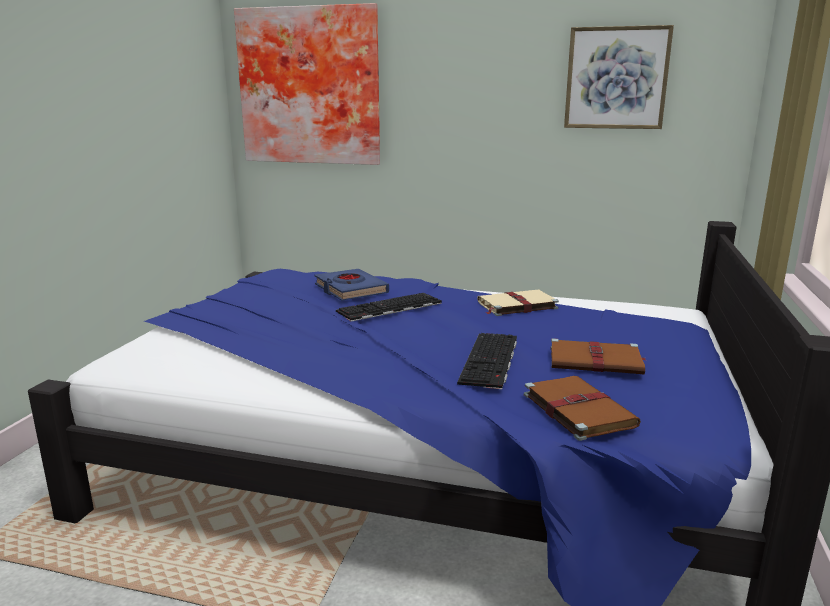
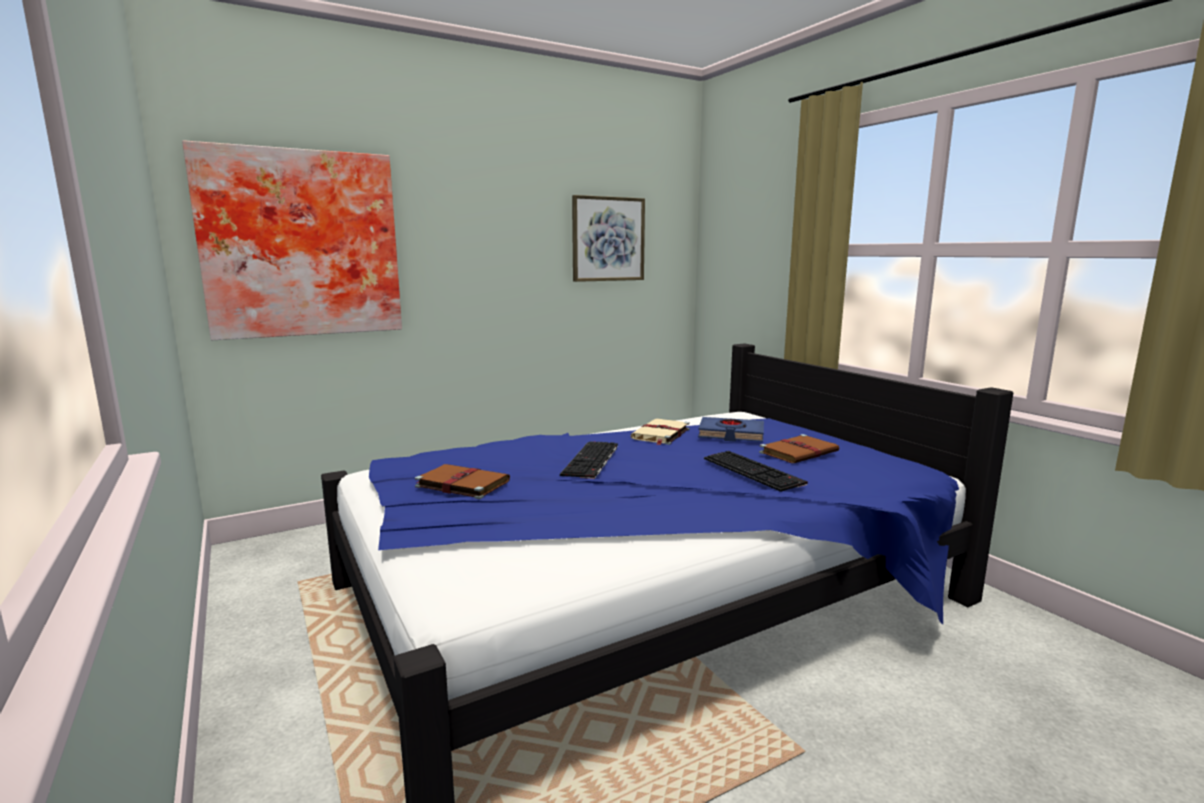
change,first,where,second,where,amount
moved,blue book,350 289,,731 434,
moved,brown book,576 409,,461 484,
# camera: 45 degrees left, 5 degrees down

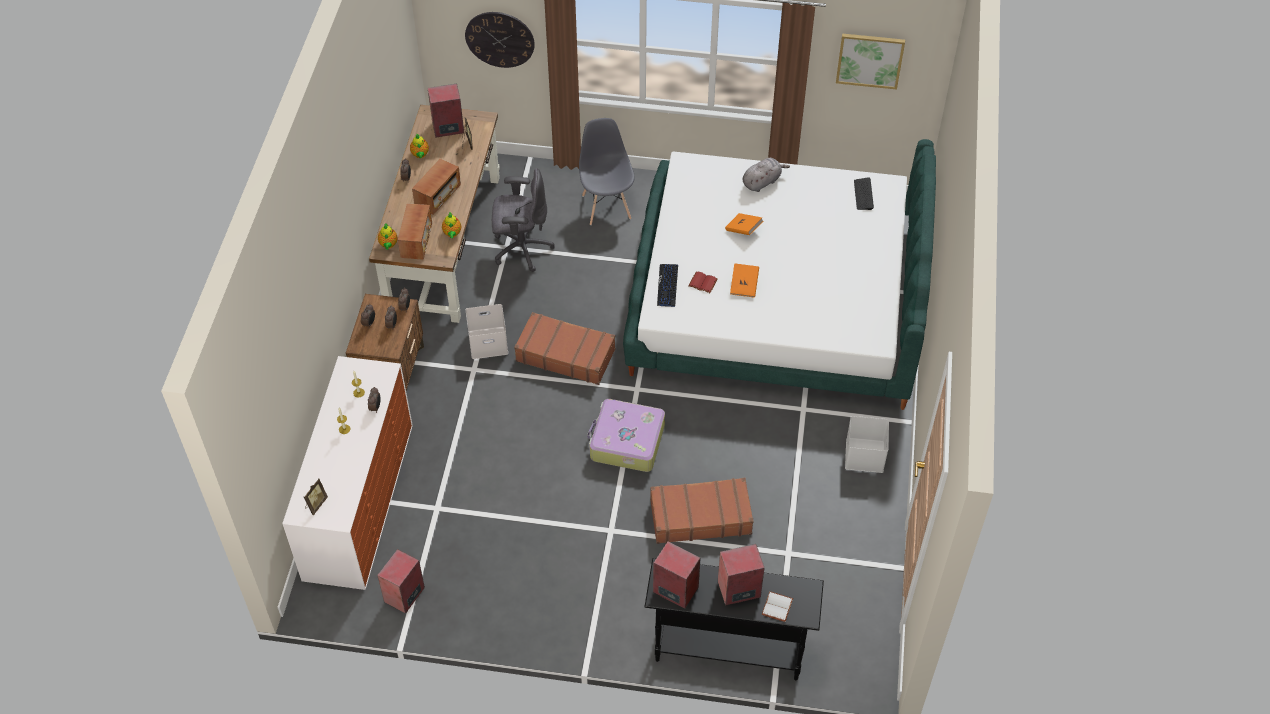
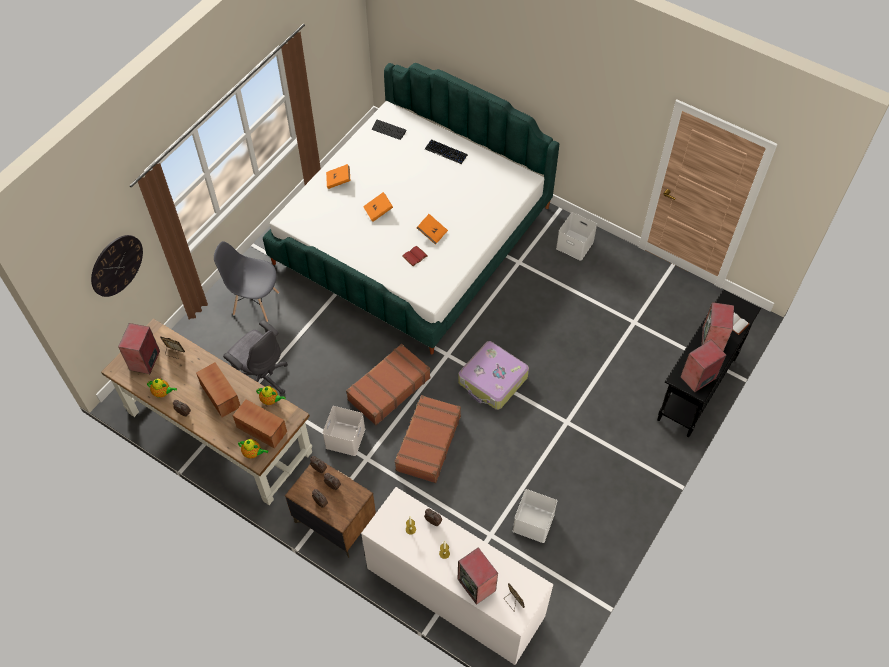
change,first,where,second,where,amount
removed,picture,870 60,,,
replaced,grey plush toy,762 182,orange book,338 181,
turned,grey office chair,521 249,,261 378,105 degrees clockwise
moved,keyboard,667 286,,446 152,
moved,brown suitcase,700 516,,427 443,
moved,speaker,404 595,,477 585,
added,,,white storage box,534 523,
# camera: 65 degrees left, 5 degrees up

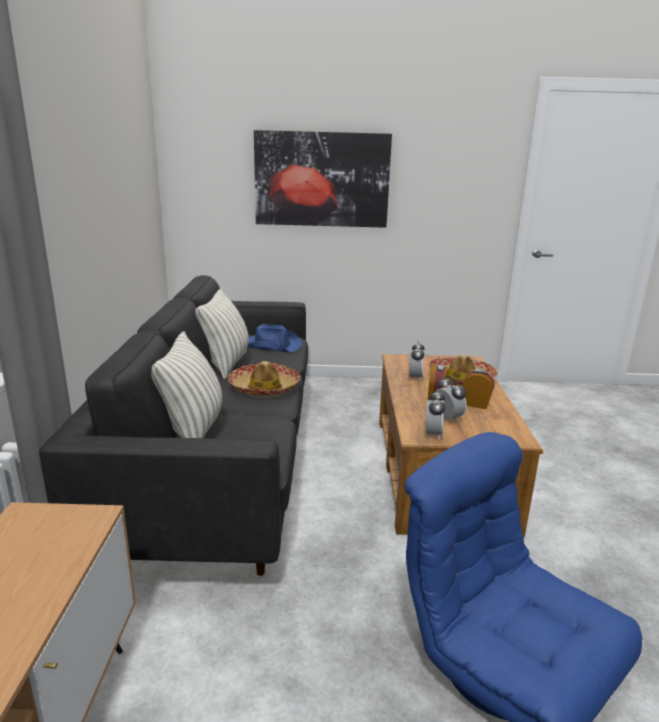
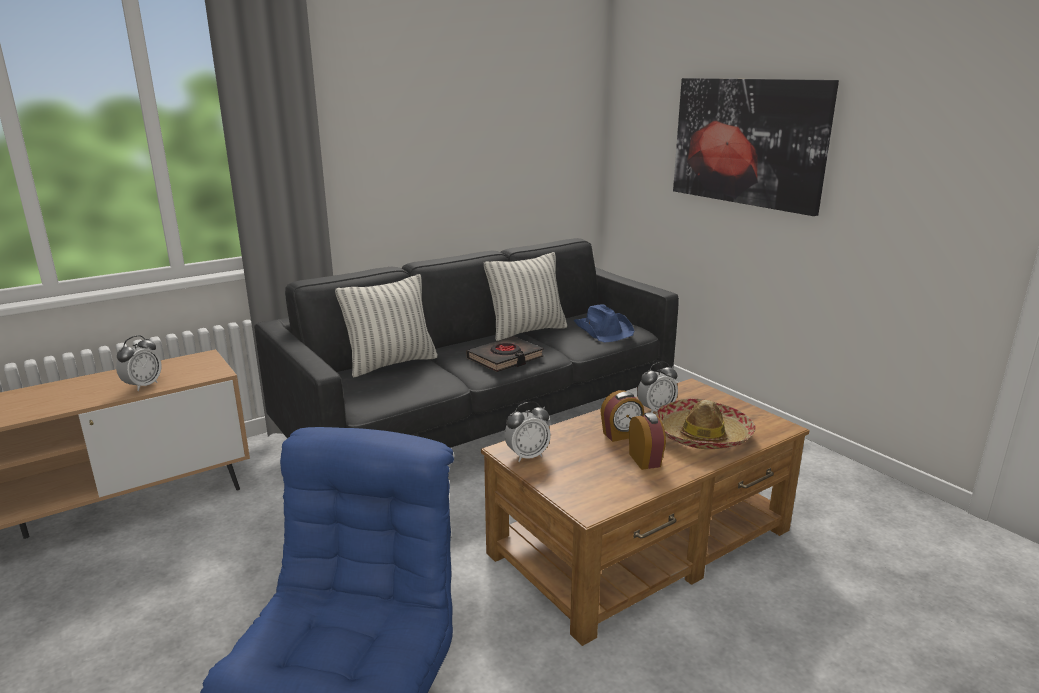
change,first,where,second,where,amount
replaced,hat,264 387,black book,505 358,
moved,alarm clock,447 419,,143 385,
# camera: 55 degrees right, 0 degrees up

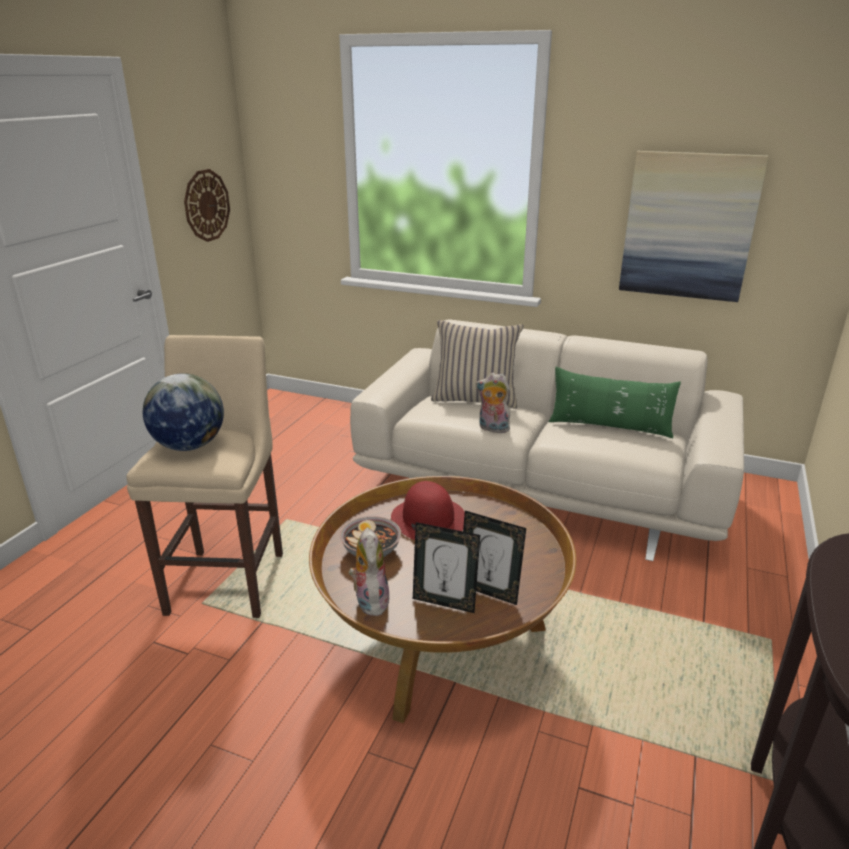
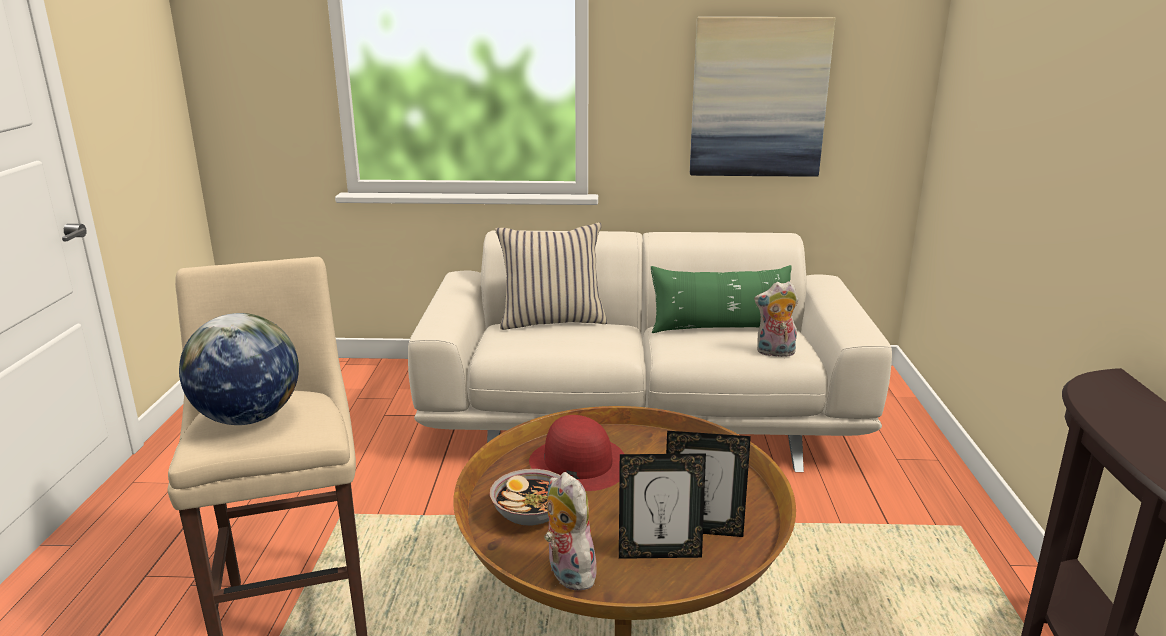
change,first,where,second,where,amount
removed,wall clock,206 205,,,
moved,plush toy,492 429,,774 353,
# camera: 20 degrees left, 5 degrees down

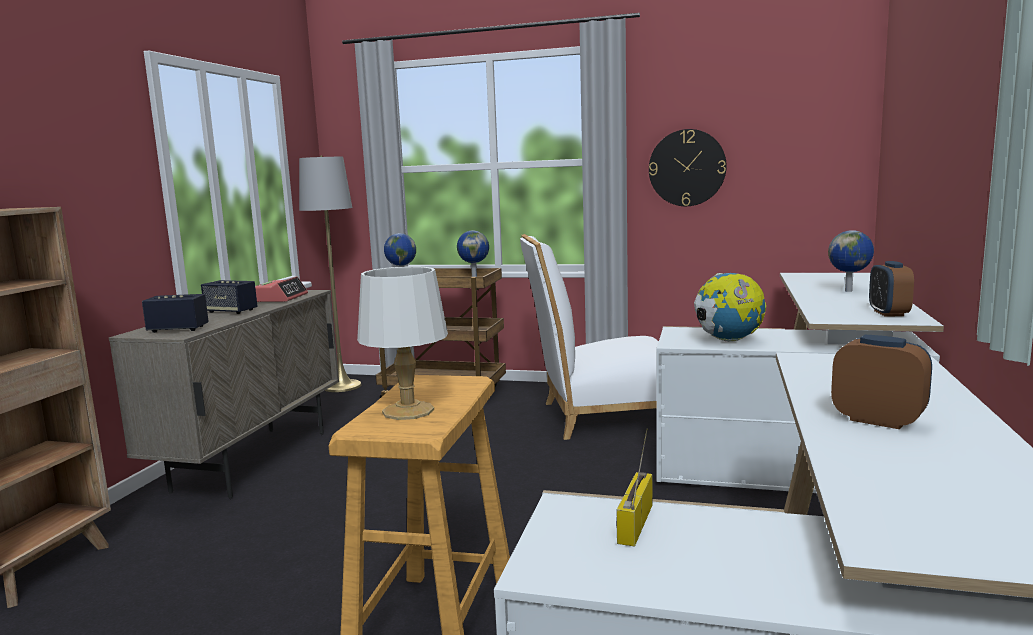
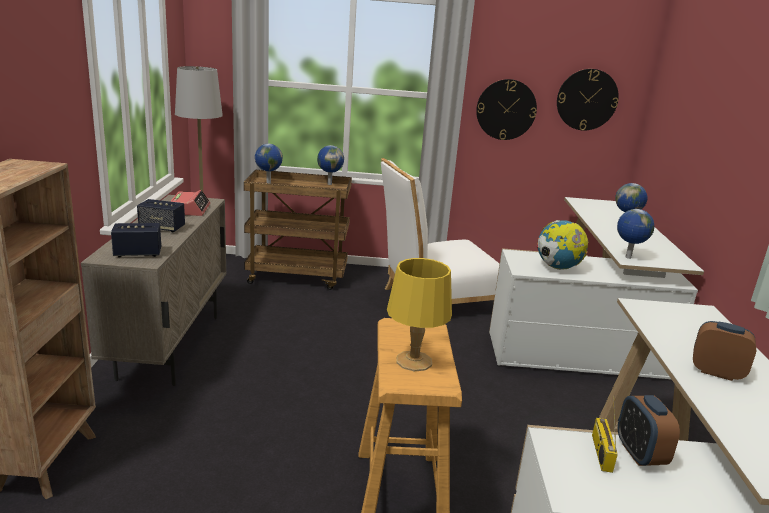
change,first,where,second,where,amount
moved,alarm clock,888 313,,639 454,
recoloured,white table lamp,407 411,yellow table lamp,413 361,
added,,,wall clock,587 99,
added,,,globe,627 257,
# camera: 15 degrees left, 10 degrees up

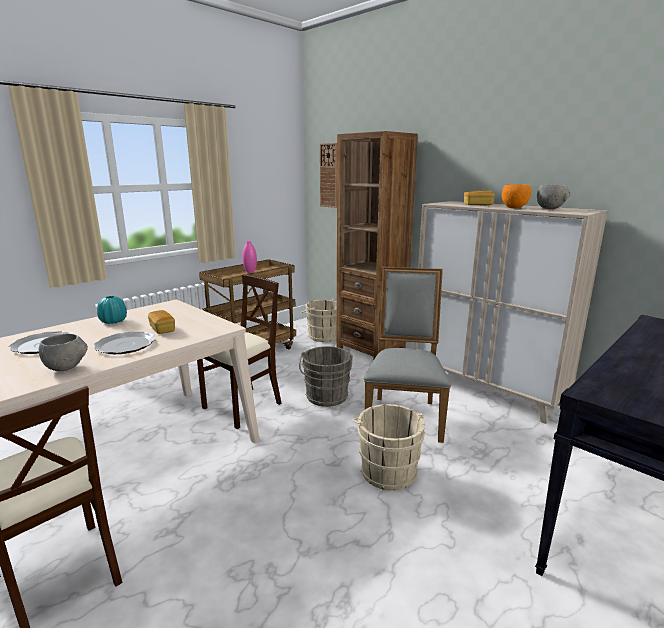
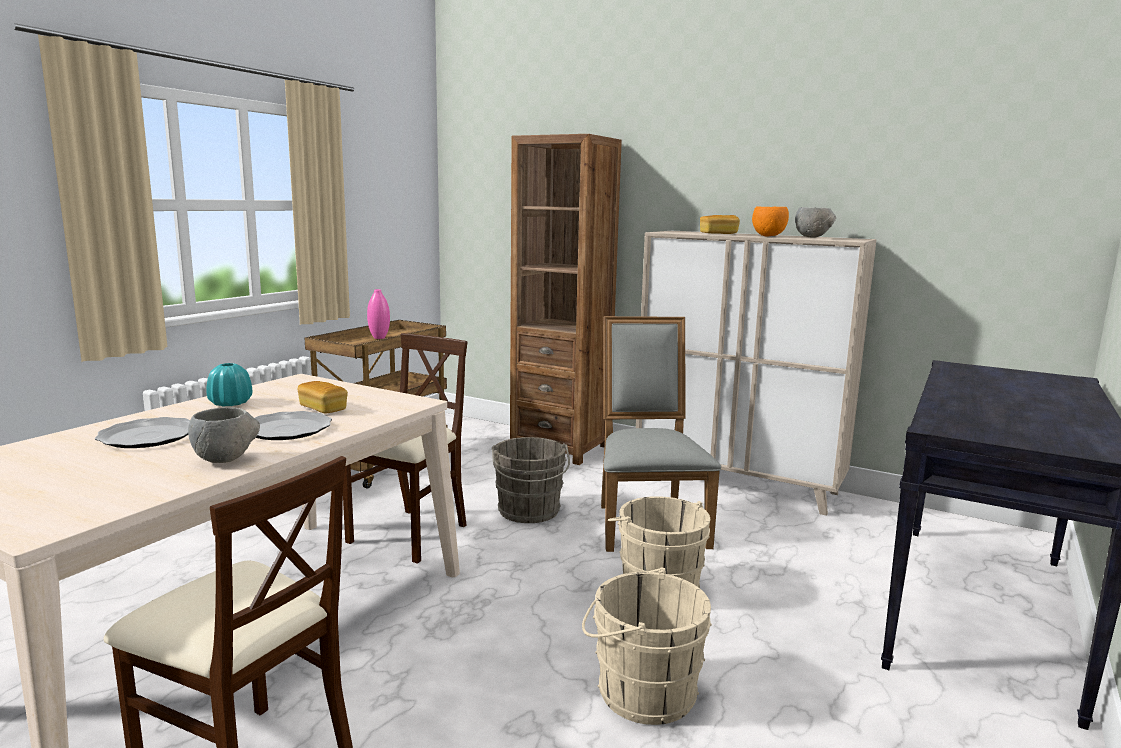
change,first,where,second,where,amount
removed,wall clock,329 175,,,
moved,beige bucket,322 336,,640 691,
# camera: 15 degrees left, 5 degrees down

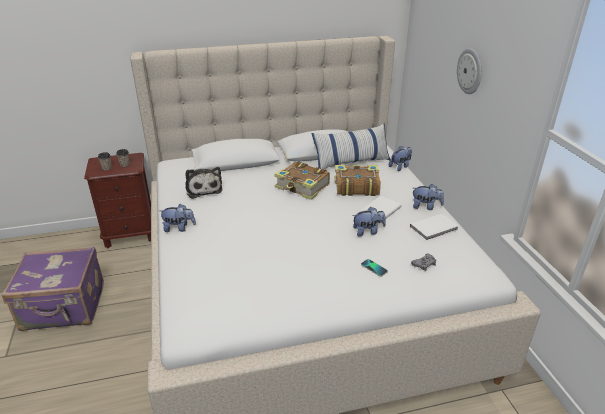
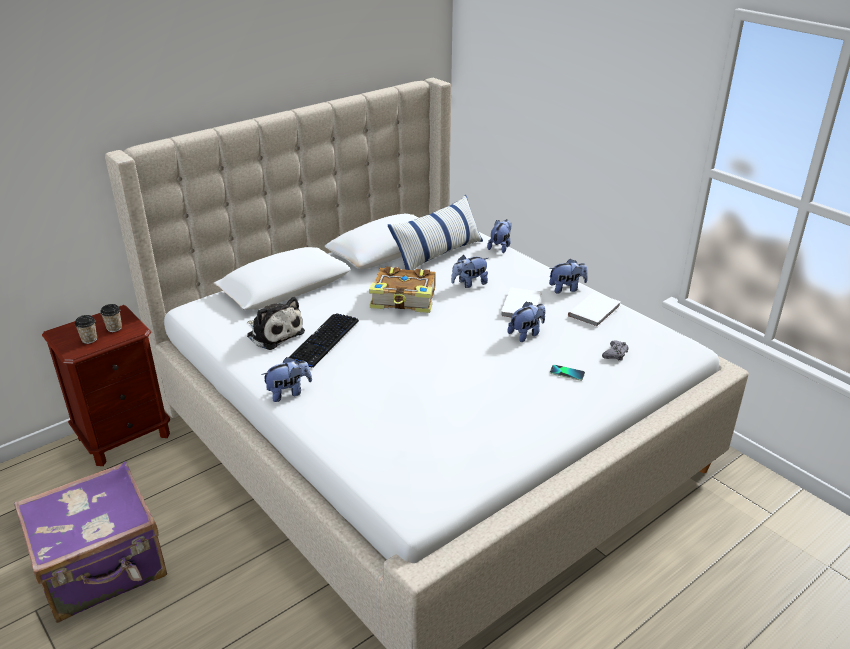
change,first,where,second,where,amount
removed,wall clock,470 71,,,
replaced,book,356 187,plush toy,469 284,
added,,,keyboard,324 341,
# camera: 25 degrees left, 0 degrees up

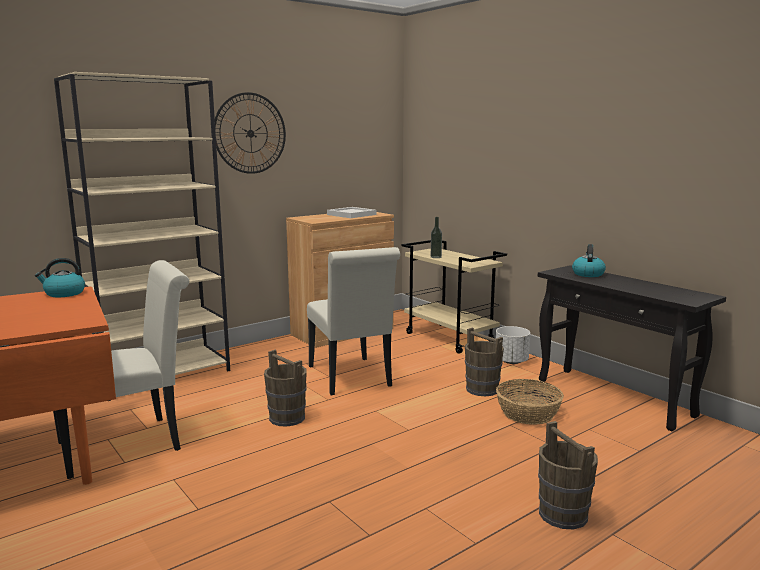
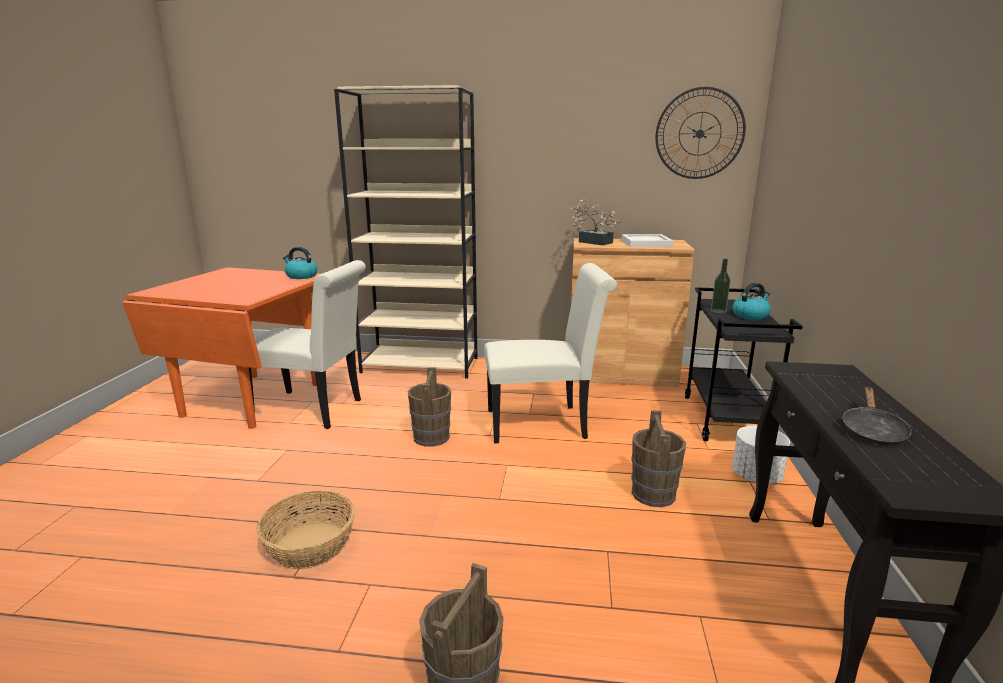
change,first,where,second,where,amount
moved,wall clock,250 133,,699 133,
recoloured,beige cart,450 338,black cart,726 420,
moved,kettle,587 274,,750 315,
turned,white chair,351 379,,543 424,120 degrees counterclockwise
moved,basket,527 413,,309 545,
added,,,potted plant,592 242,
added,,,black frying pan,872 431,
# camera: 45 degrees right, 5 degrees up

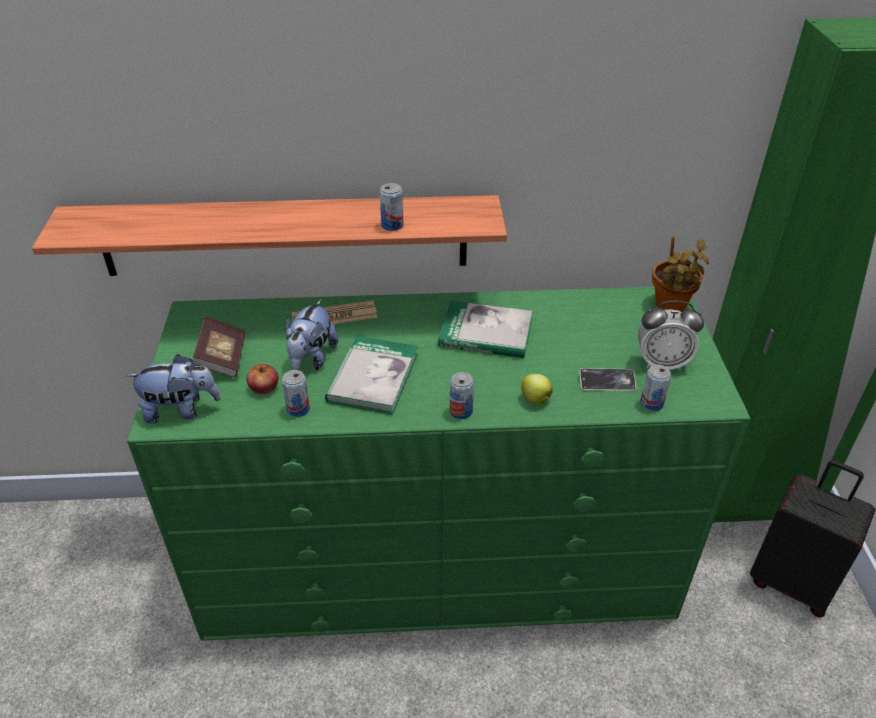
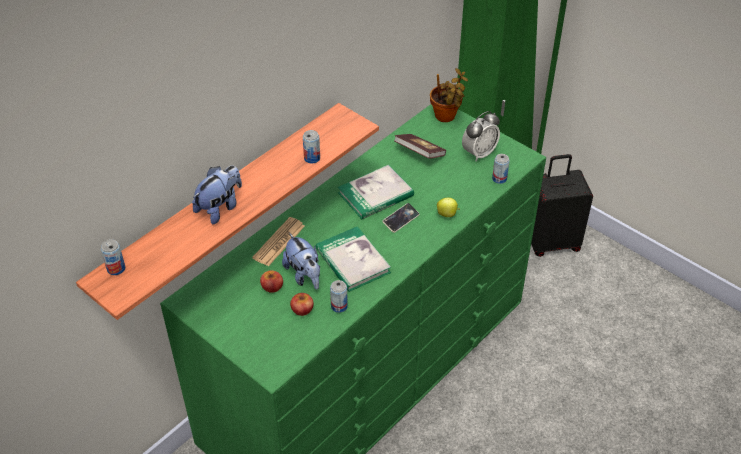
change,first,where,second,where,amount
moved,book,222 358,,419 153,
moved,plush toy,181 410,,220 208,
moved,phone,607 382,,401 219,
moved,can,461 411,,116 268,
added,,,apple,272 286,
# camera: 45 degrees left, 5 degrees up

